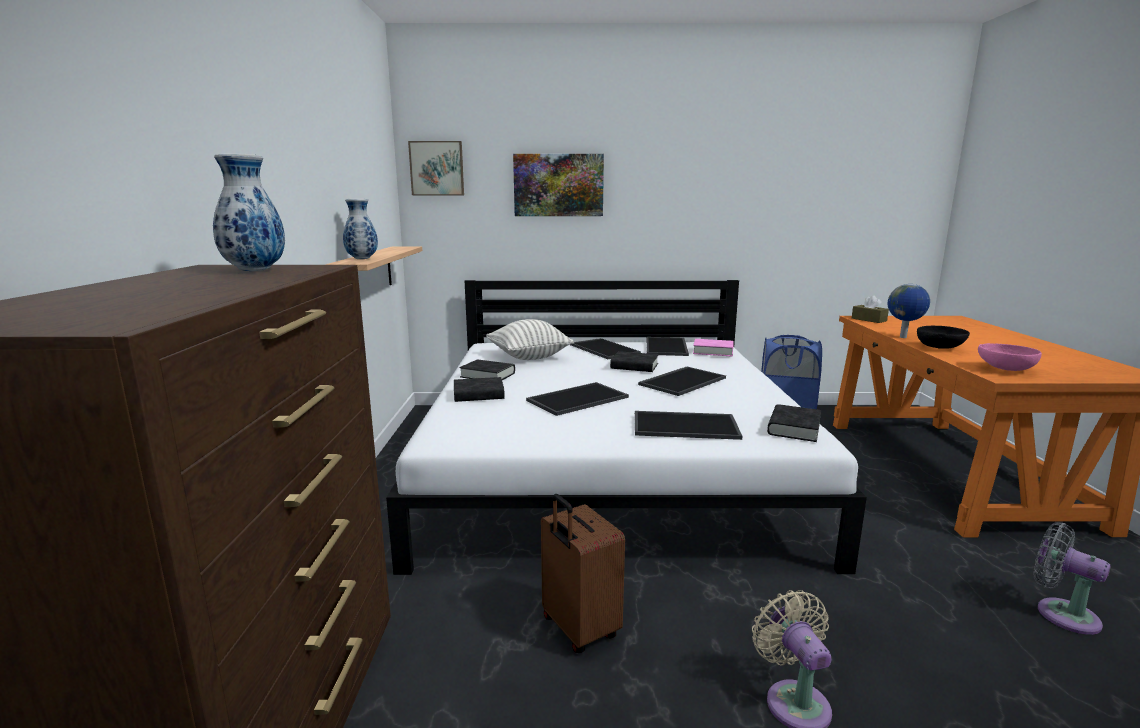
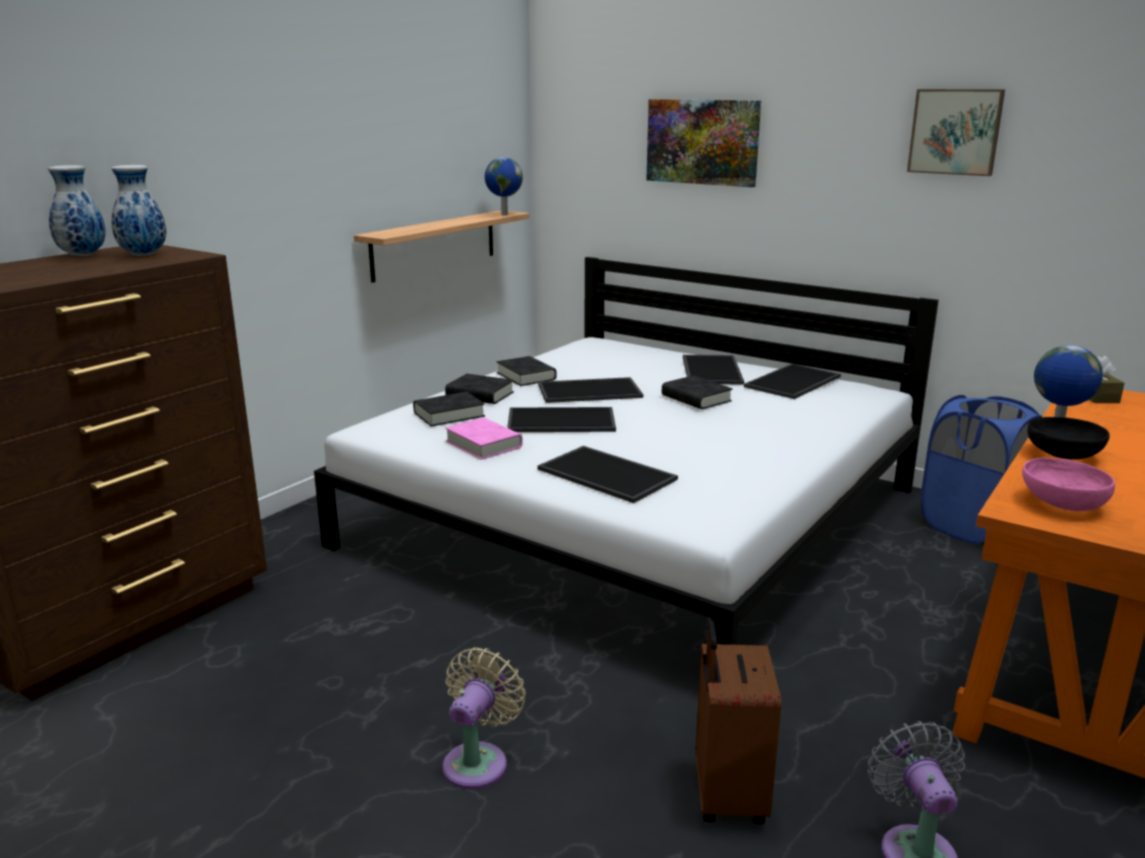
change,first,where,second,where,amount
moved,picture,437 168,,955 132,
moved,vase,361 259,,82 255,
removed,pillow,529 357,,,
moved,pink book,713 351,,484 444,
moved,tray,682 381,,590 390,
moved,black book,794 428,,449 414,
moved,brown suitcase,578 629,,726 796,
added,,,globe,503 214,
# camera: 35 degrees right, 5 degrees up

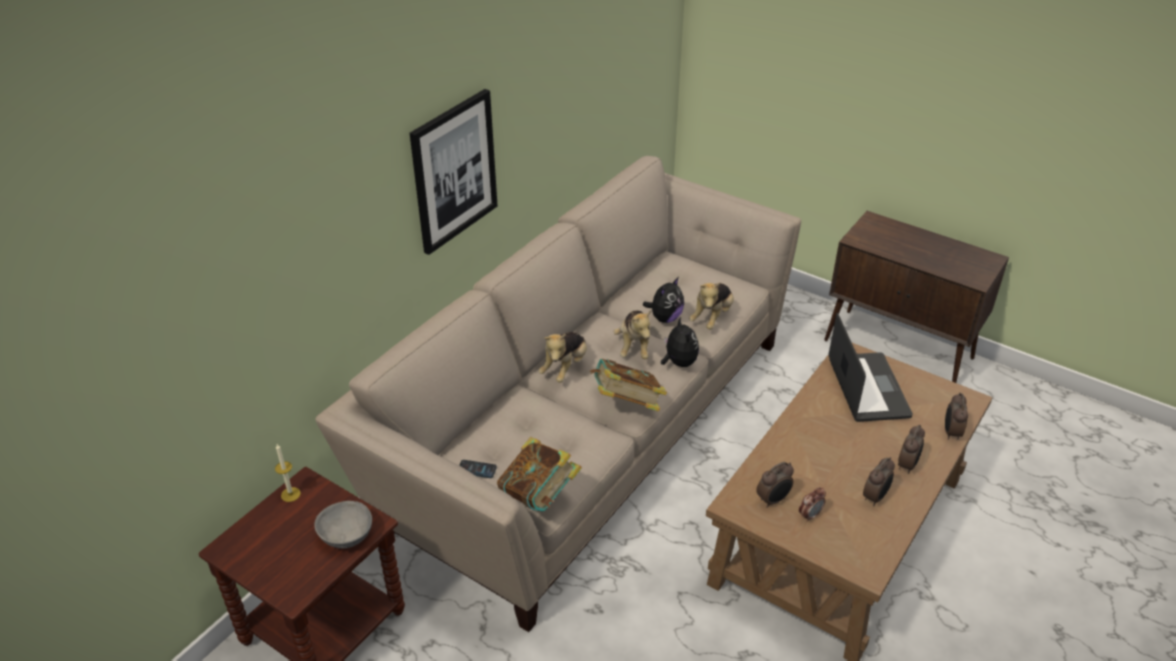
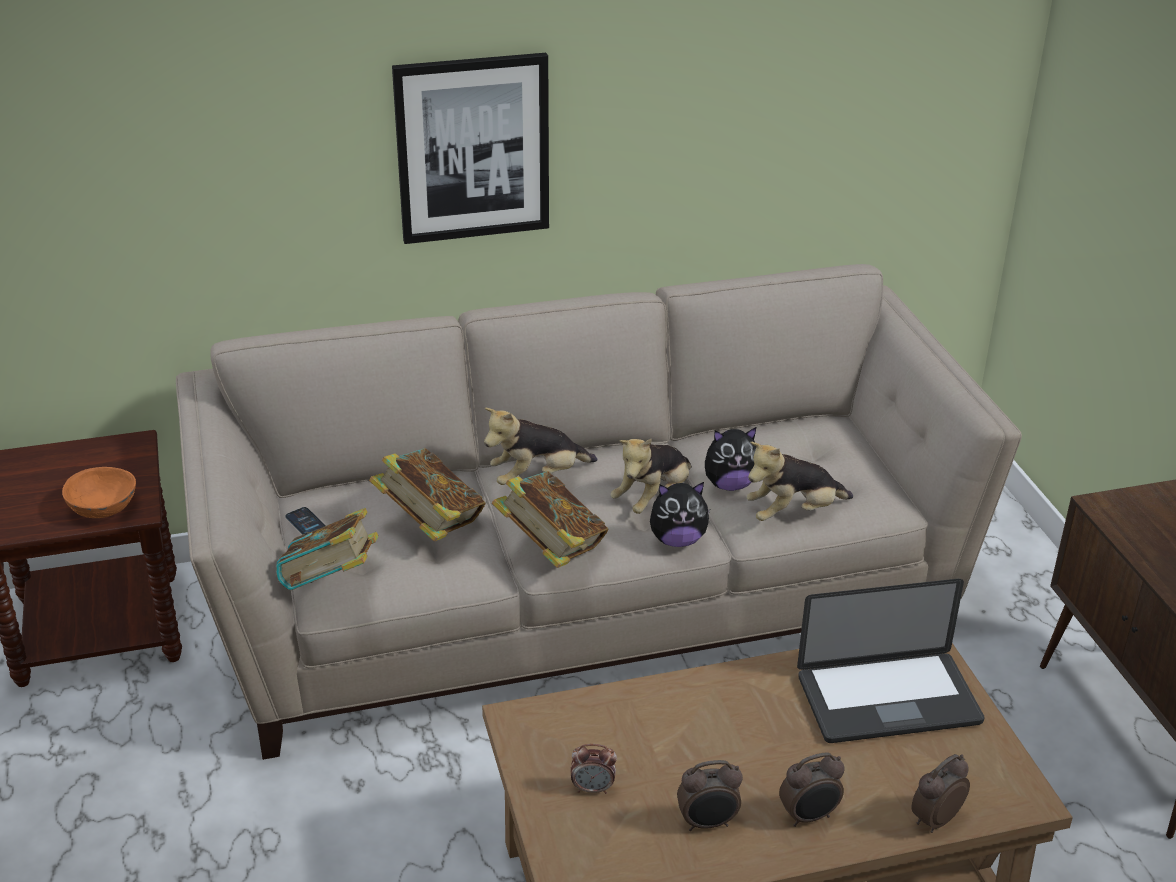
change,first,where,second,where,amount
turned,laptop,867 388,,888 700,45 degrees clockwise
turned,plush toy,678 363,,677 540,60 degrees clockwise
removed,candle,290 494,,,
removed,alarm clock,773 500,,,
recoloured,grey bowl,346 535,orange bowl,102 508,
added,,,book,430 524,
# camera: 40 degrees right, 5 degrees down

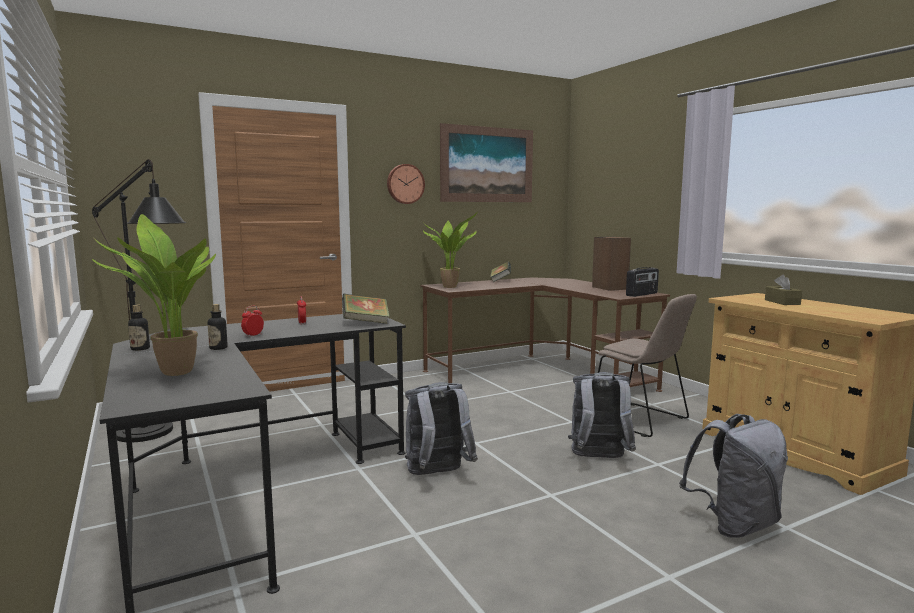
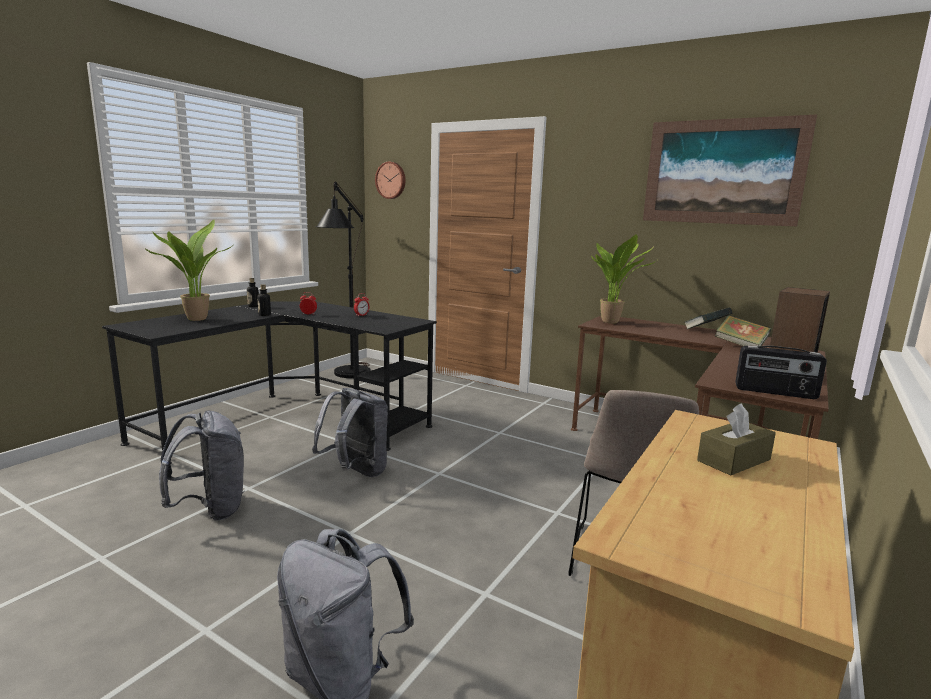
change,first,where,second,where,amount
moved,wall clock,405 184,,391 180,
moved,book,365 323,,740 346,
moved,grey backpack,599 459,,210 509,
# camera: 60 degrees right, 5 degrees up

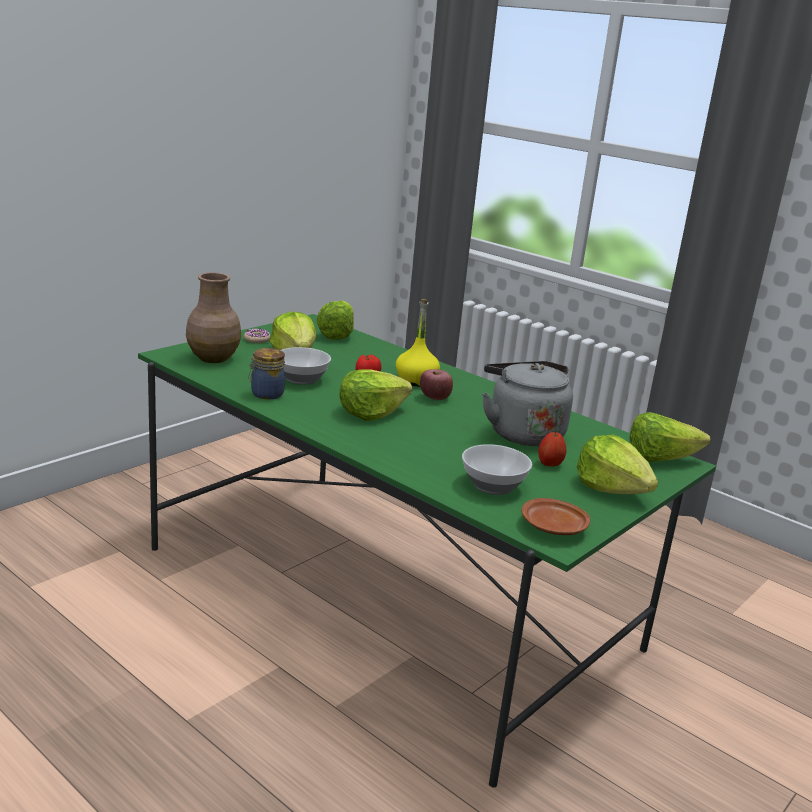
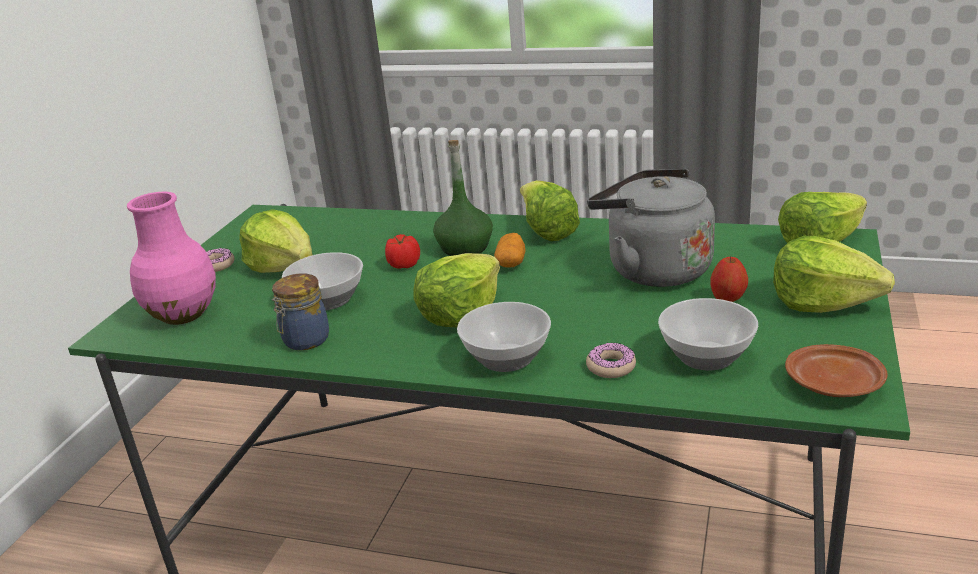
change,first,where,second,where,amount
recoloured,brown vase,212 358,pink vase,182 315,
recoloured,yellow bottle,416 380,green bottle,464 248,
moved,lettuce,336 334,,546 231,
replaced,apple,435 398,potato,511 263,
added,,,bowl,505 359,
added,,,donut,611 367,
# camera: 20 degrees left, 5 degrees up

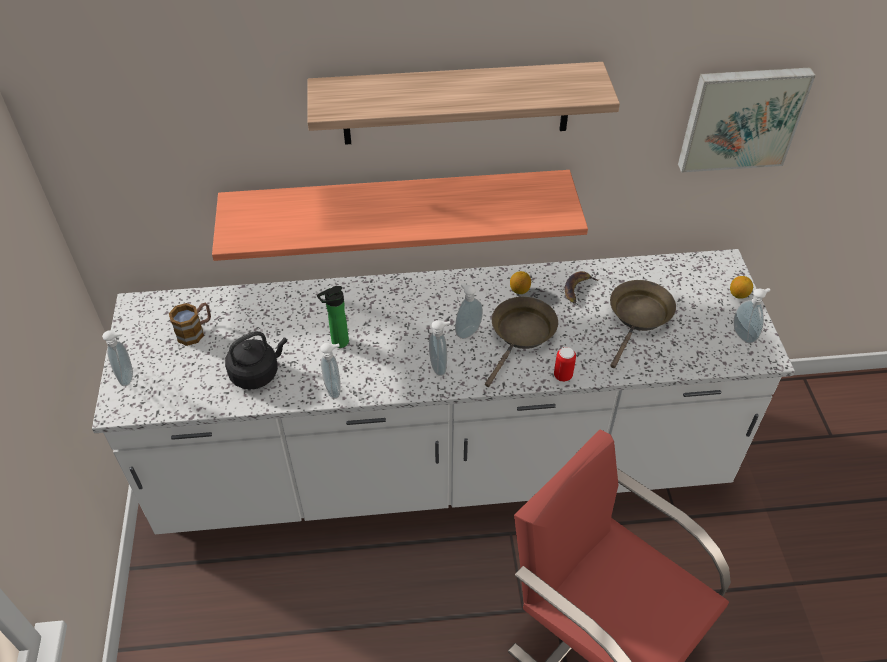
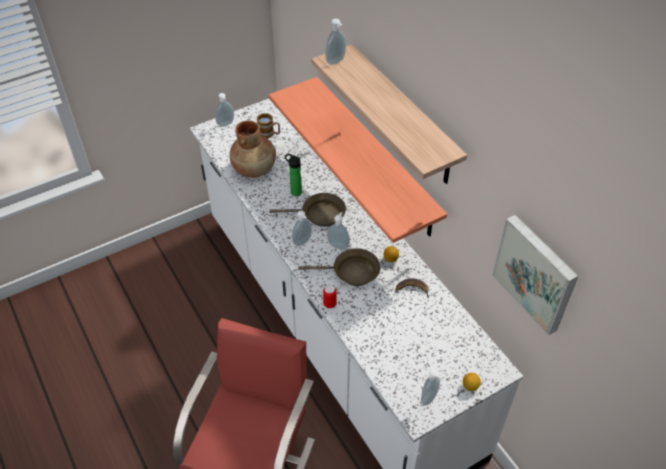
change,first,where,second,where,amount
moved,brown frying pan,638 317,,319 215,
replaced,black kettle,257 373,brown vase,254 169,
moved,soap dispenser,335 389,,336 61,
# camera: 65 degrees right, 0 degrees up

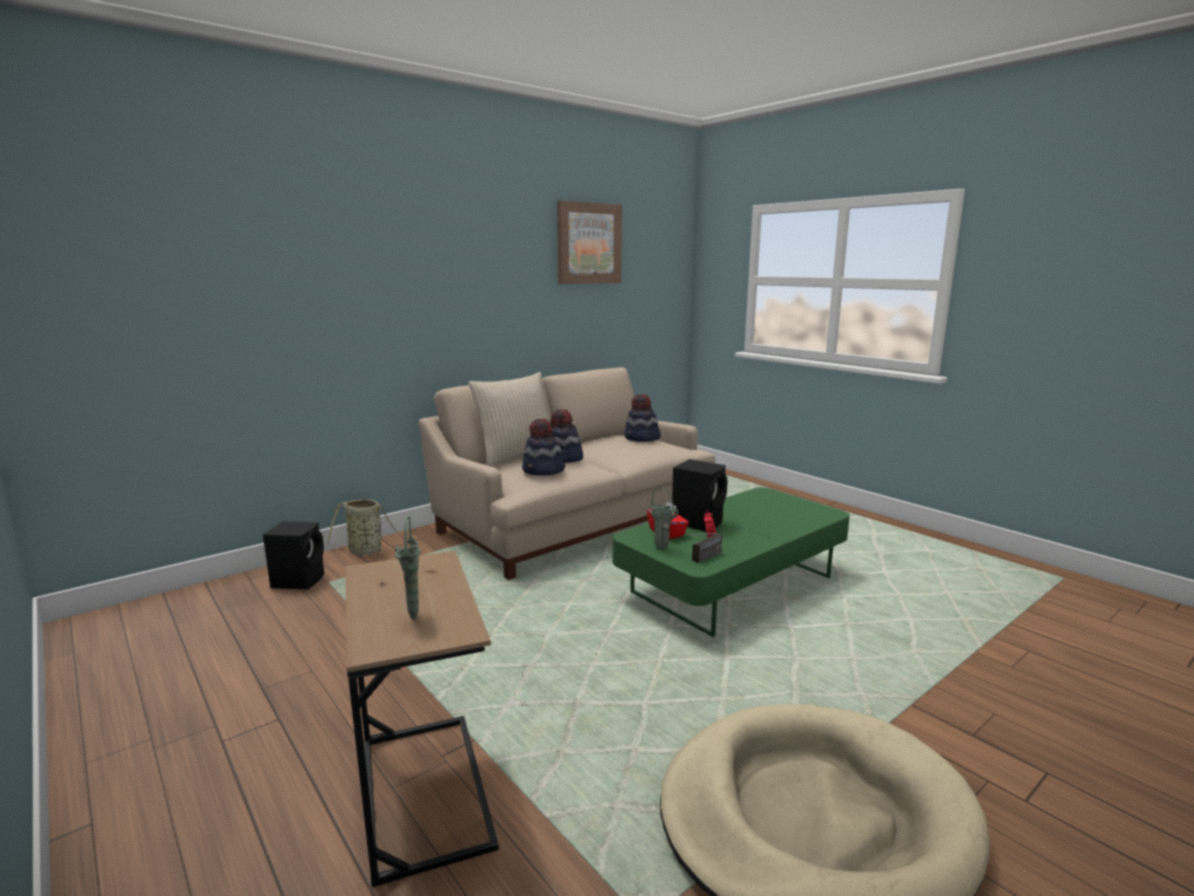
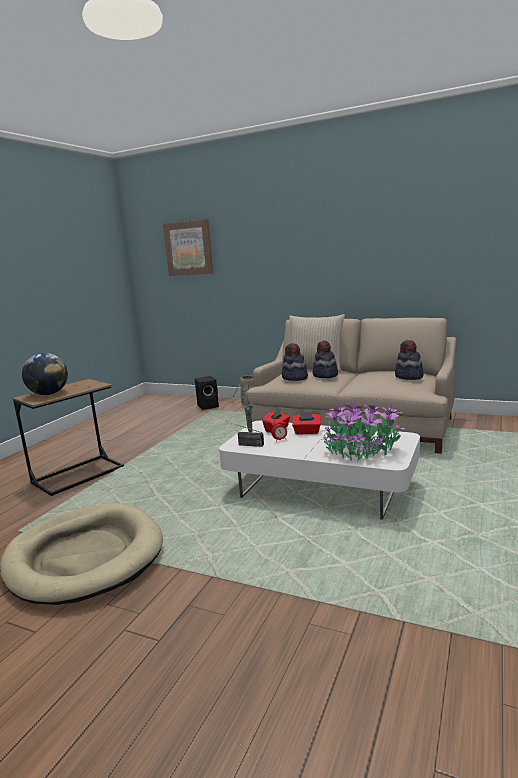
change,first,where,second,where,amount
moved,picture,588 243,,189 248,
replaced,black speaker,698 522,red tissue box,307 432,
recoloured,green coffee table,732 585,white coffee table,320 489,
replaced,green vase,413 616,globe,49 394,
added,,,potted plant,361 451,
# camera: 65 degrees right, 0 degrees up

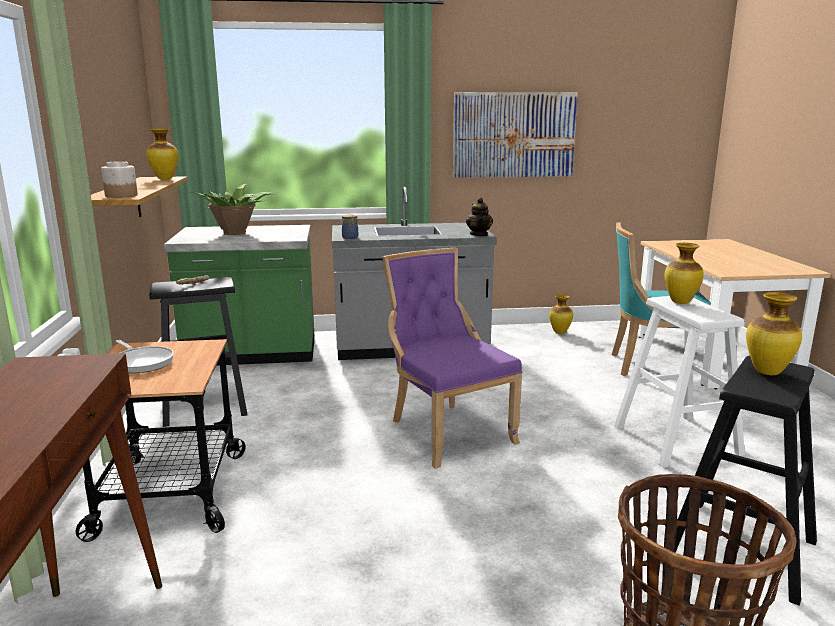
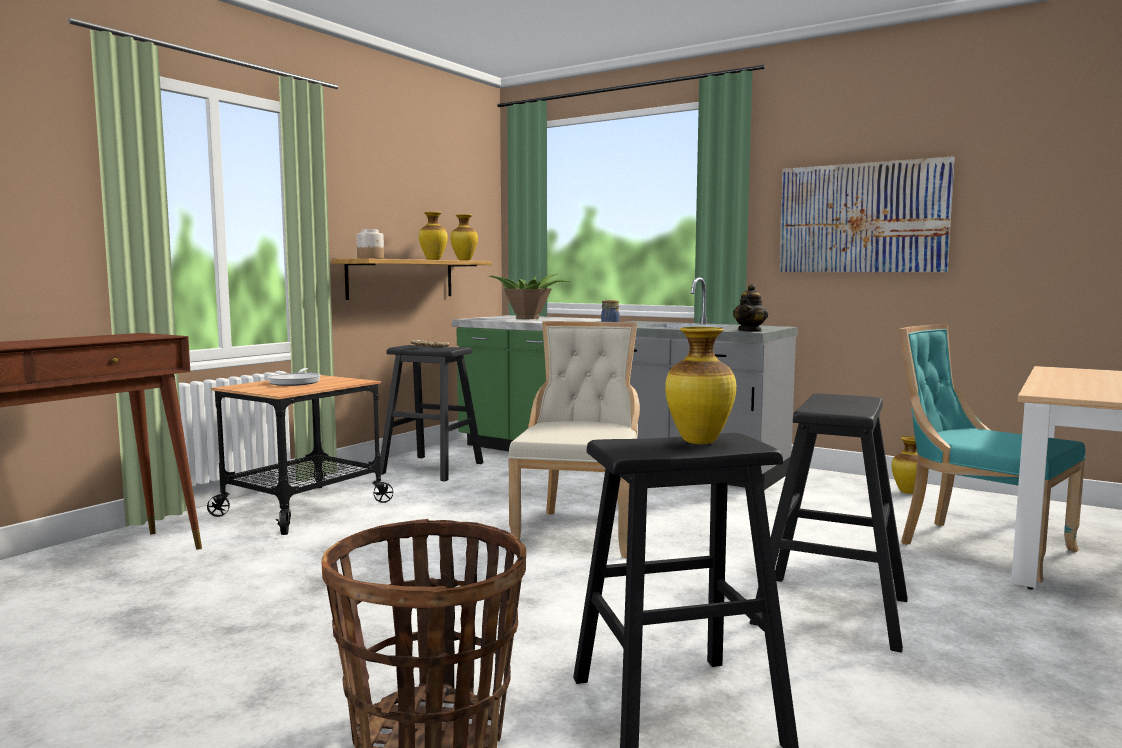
change,first,where,second,where,amount
moved,vase,679 302,,433 259,
recoloured,purple chair,446 431,beige chair,579 531,
recoloured,white stool,676 440,black stool,831 611,
# camera: 40 degrees right, 10 degrees down

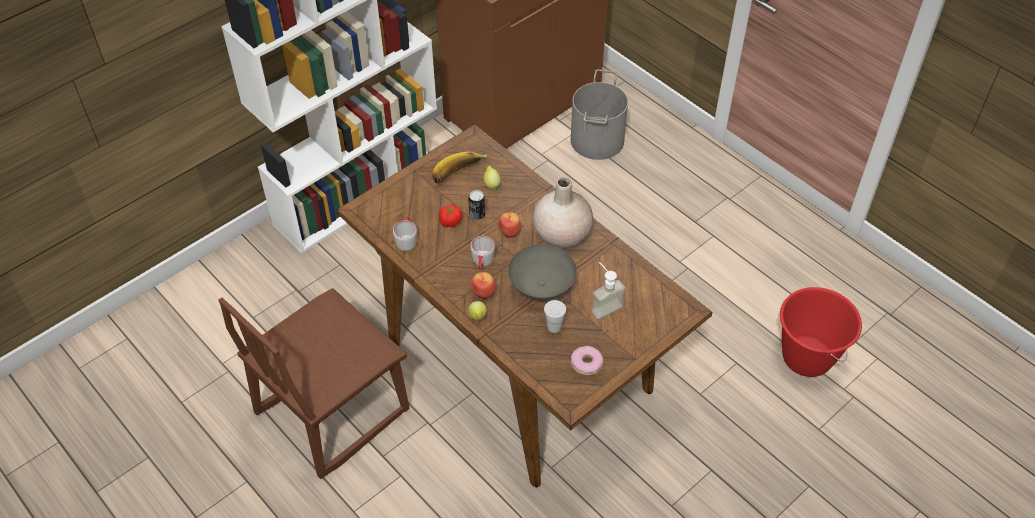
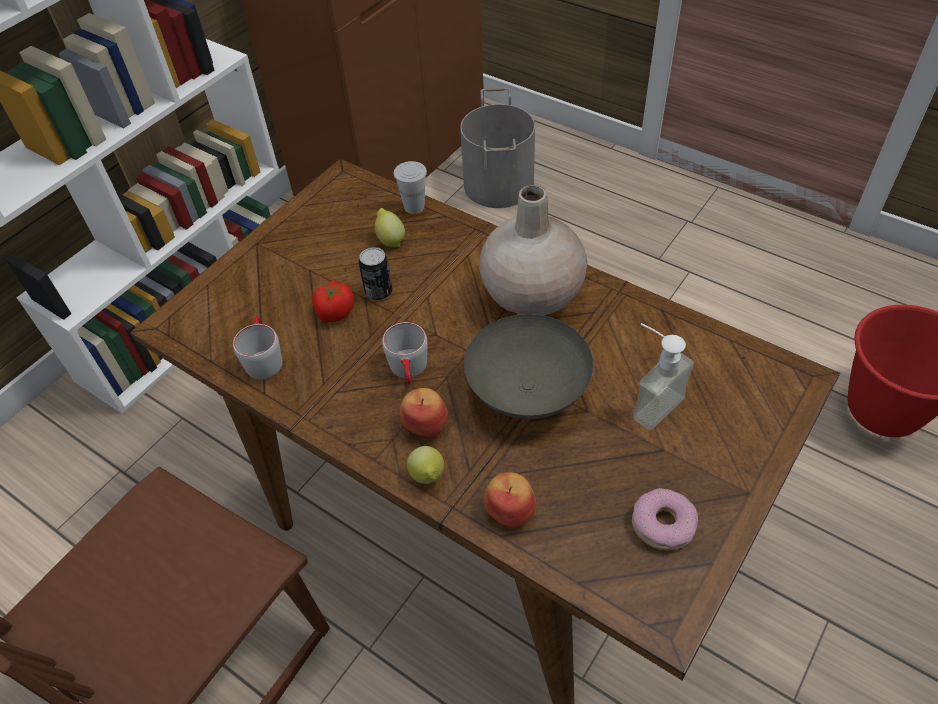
change,first,where,second,where,amount
removed,banana,459 175,,,
moved,apple,510 231,,510 510,
moved,white cup,554 327,,414 207,
# camera: 10 degrees left, 0 degrees up

